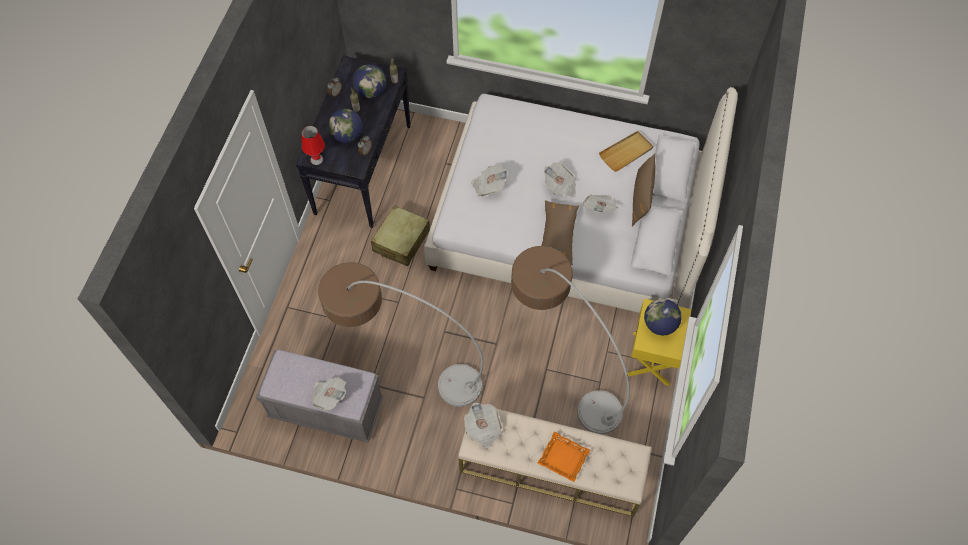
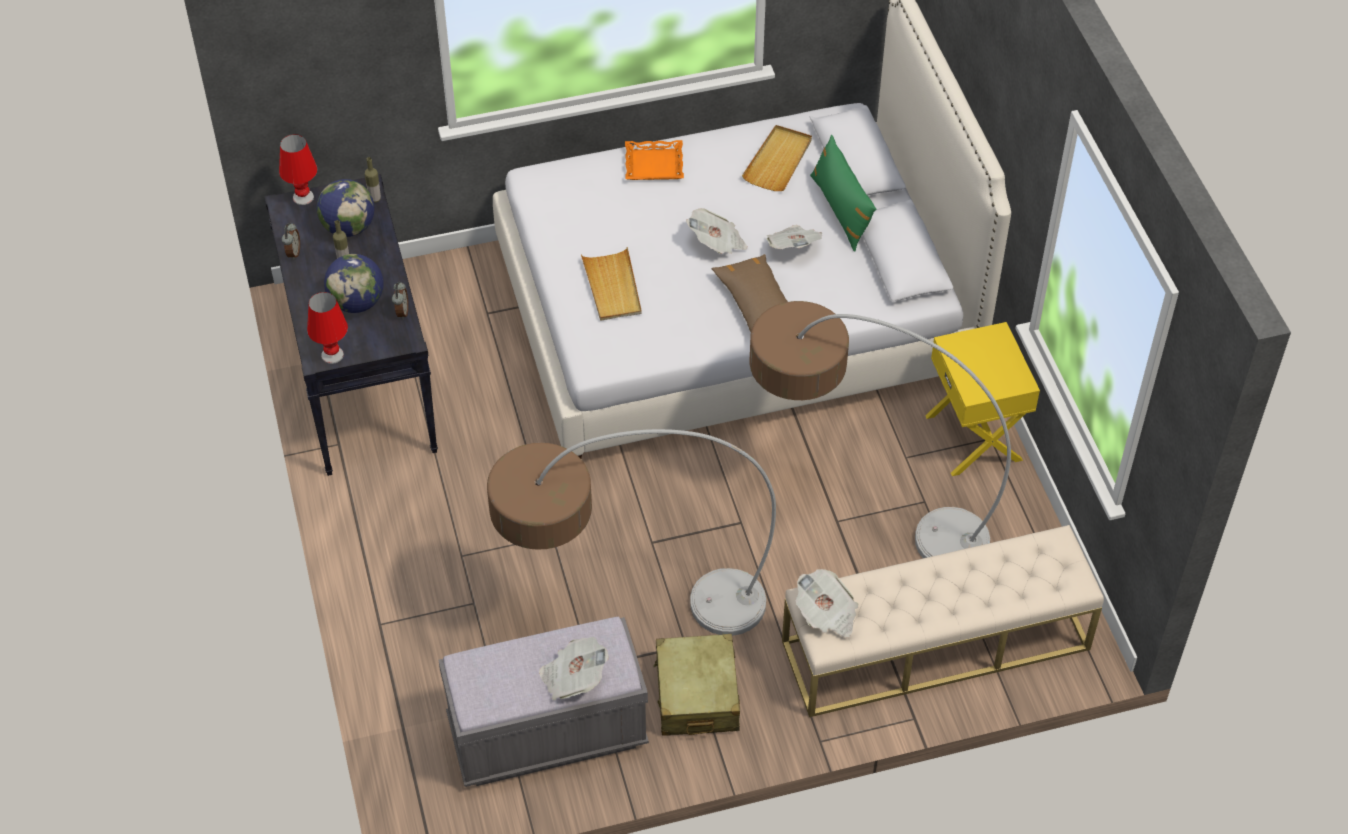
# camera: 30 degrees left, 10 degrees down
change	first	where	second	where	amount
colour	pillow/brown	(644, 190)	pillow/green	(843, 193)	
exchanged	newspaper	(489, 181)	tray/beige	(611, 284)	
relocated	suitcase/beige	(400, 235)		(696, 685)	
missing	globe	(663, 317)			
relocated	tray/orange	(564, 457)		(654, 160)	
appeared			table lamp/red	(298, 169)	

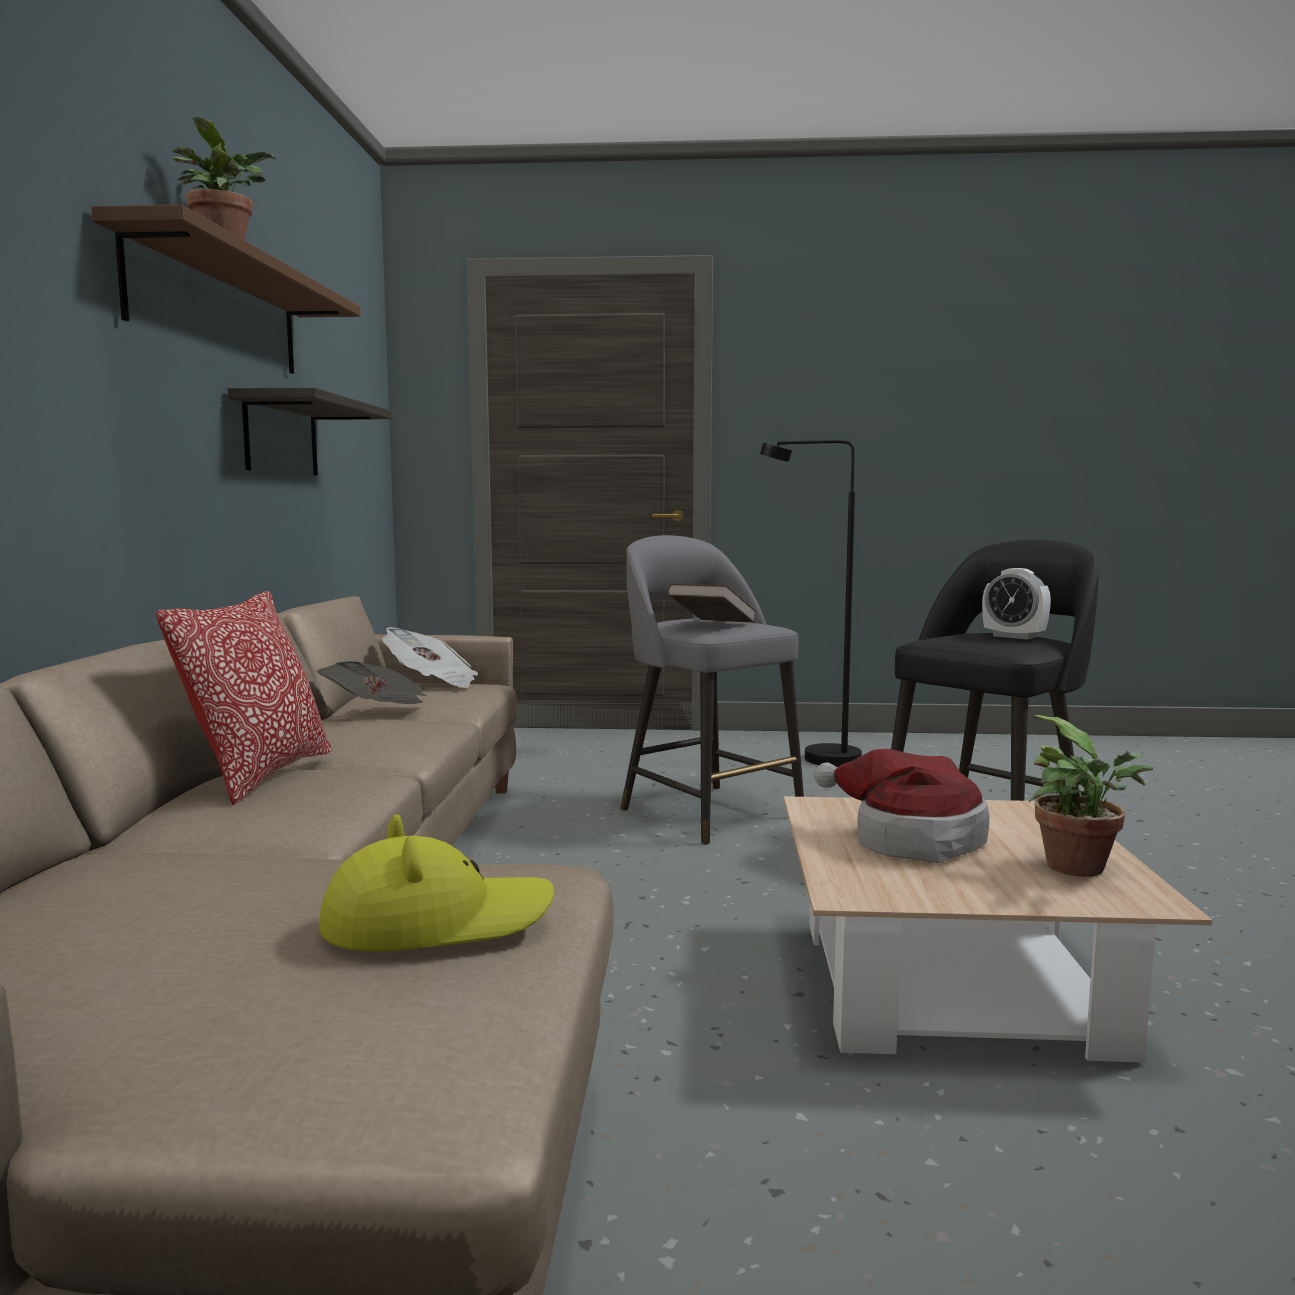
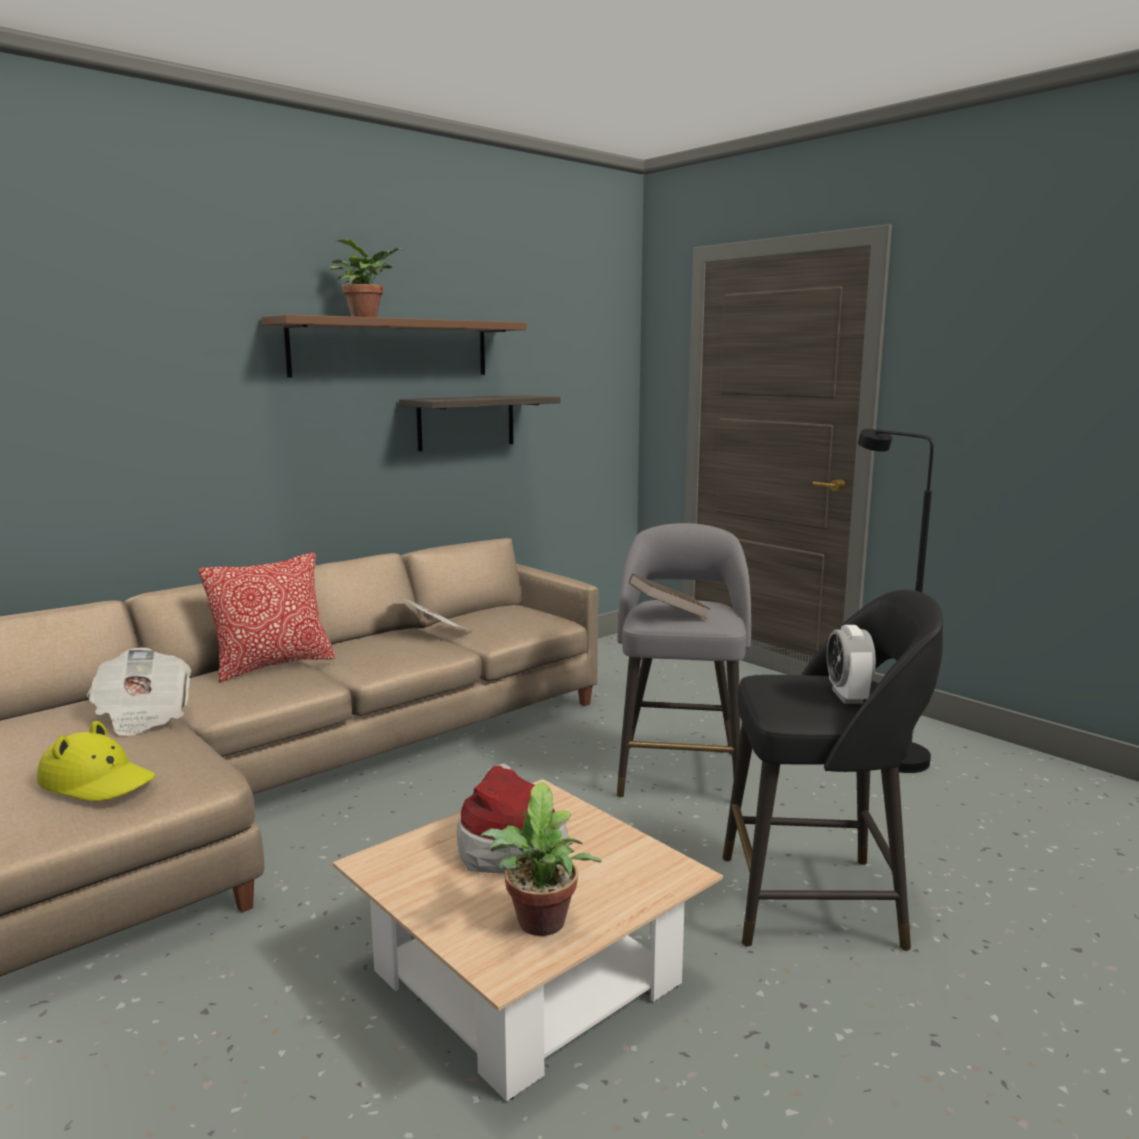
# camera: 45 degrees right, 5 degrees up
change	first	where	second	where	amount
relocated	newspaper	(430, 657)		(139, 691)	

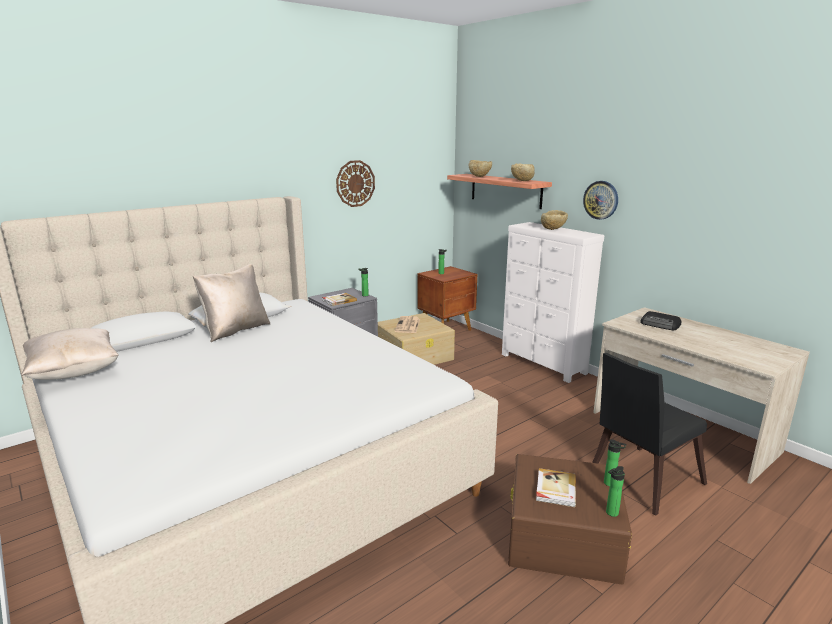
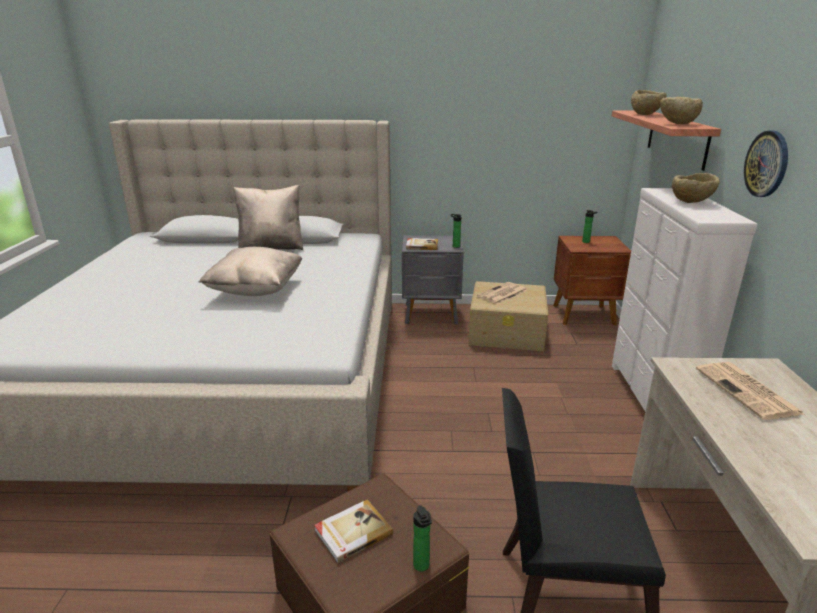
# camera: 40 degrees right, 5 degrees up
change	first	where	second	where	amount
missing	wall clock	(355, 183)			
exchanged	radio	(660, 320)	newspaper	(750, 391)	
relocated	pillow/beige	(70, 354)		(250, 271)	
missing	bottle	(615, 491)			

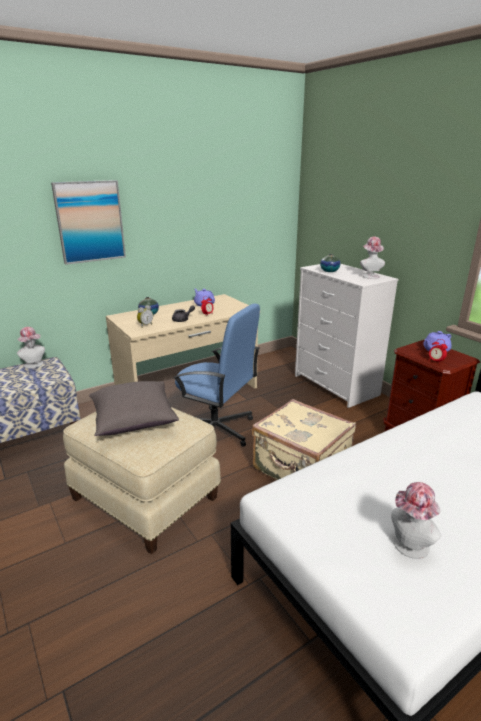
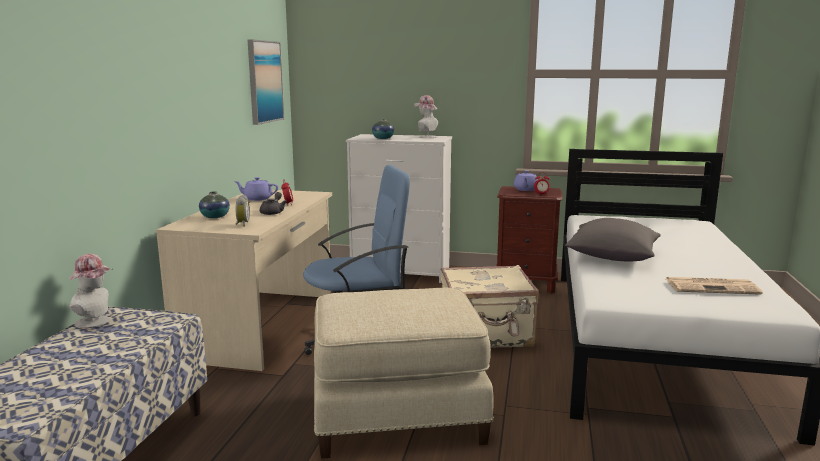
# camera: 45 degrees left, 10 degrees down
change	first	where	second	where	amount
relocated	picture	(88, 222)		(265, 82)	
relocated	pillow/grey	(134, 408)		(613, 239)	
exchanged	hat	(416, 520)	newspaper	(714, 286)	

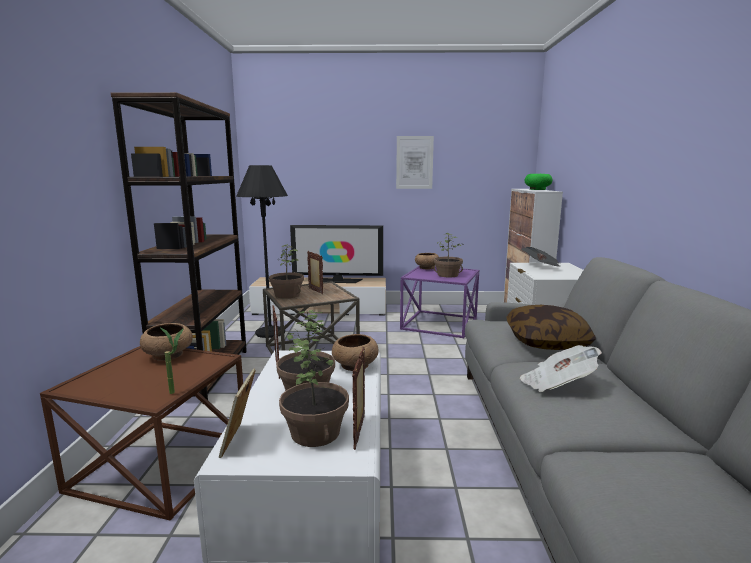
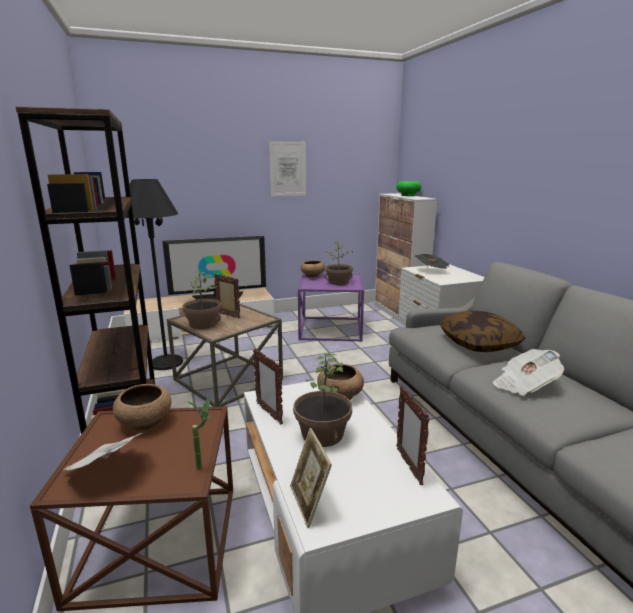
# camera: 20 degrees left, 5 degrees up
change	first	where	second	where	amount
missing	potted plant	(314, 393)			
appeared			newspaper	(103, 451)	

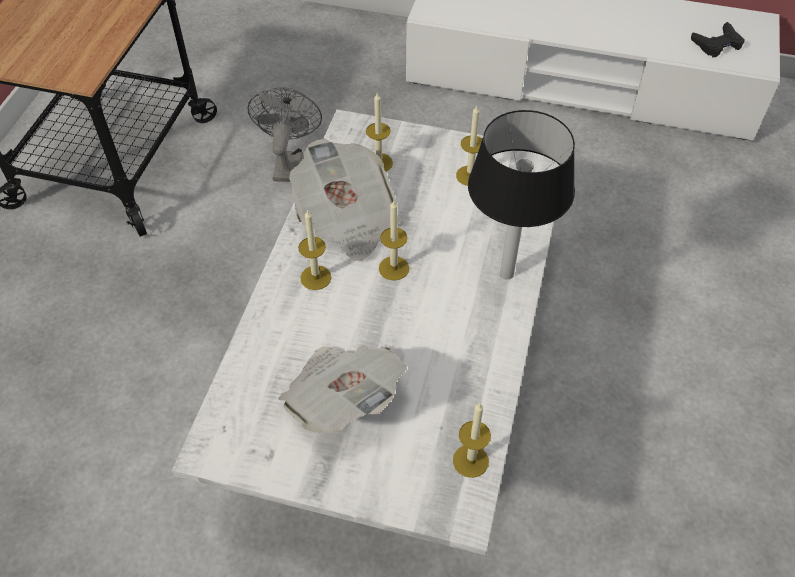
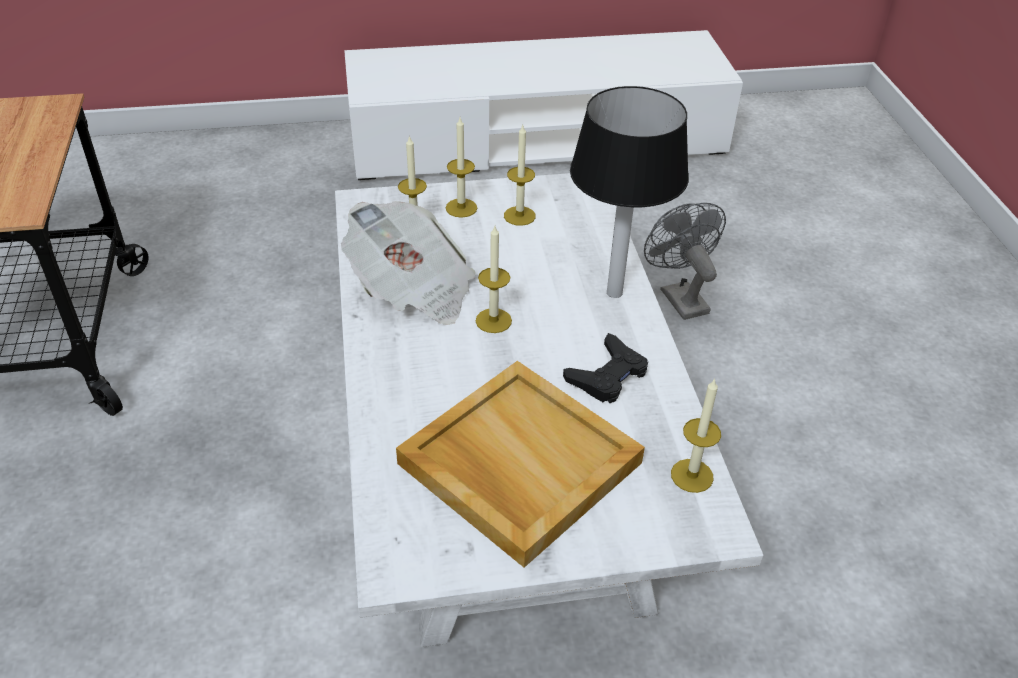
# camera: 25 degrees left, 10 degrees down
change	first	where	second	where	amount
relocated	game controller/black	(718, 39)		(605, 368)	
relocated	fan/grey	(284, 134)		(685, 261)	
relocated	candle	(314, 249)		(461, 168)	
exchanged	newspaper	(342, 389)	tray/beige	(520, 464)	

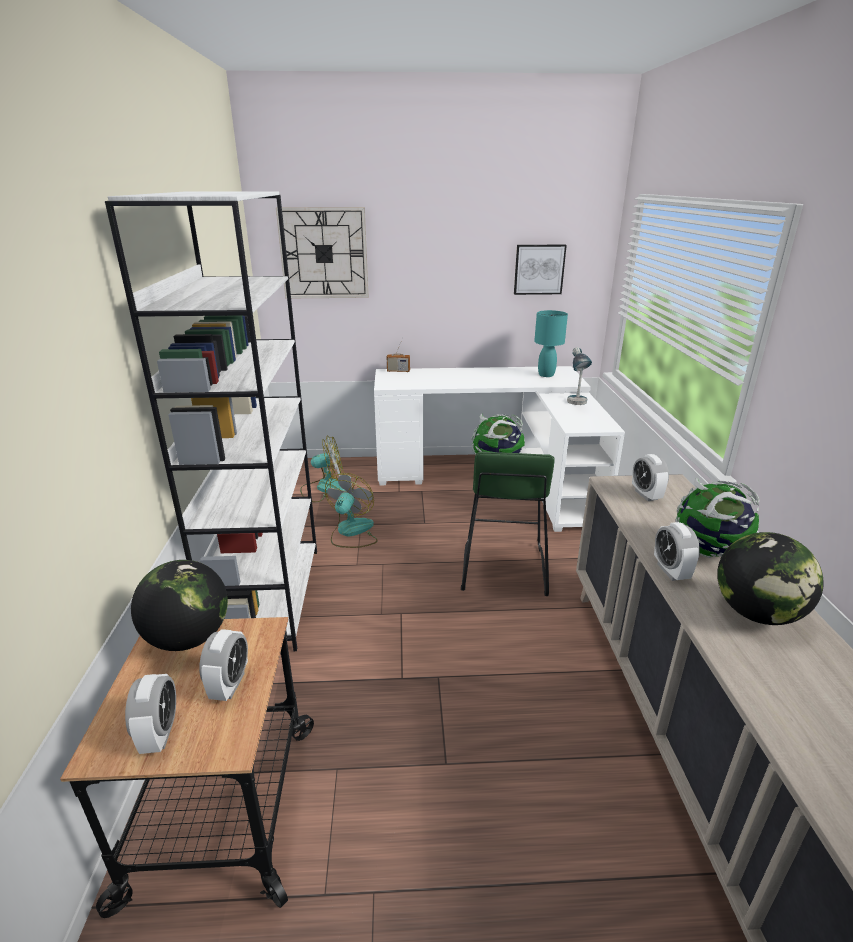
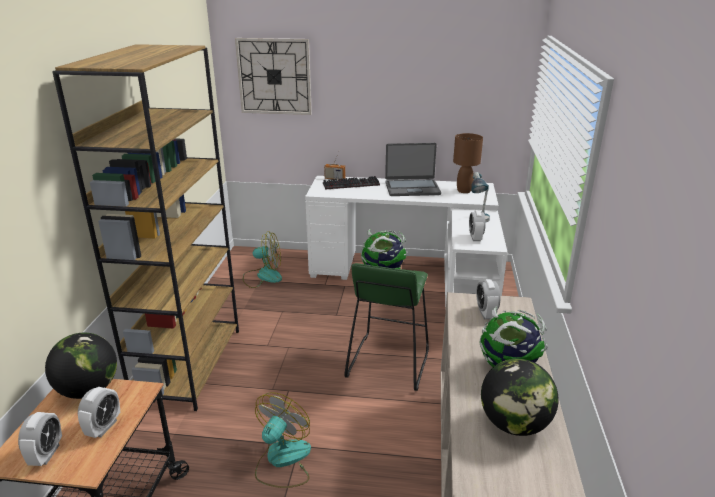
# camera: 10 degrees right, 0 degrees up
change	first	where	second	where	amount
colour	bookcase/white	(211, 421)	bookcase/brown	(145, 227)	
missing	picture	(540, 270)			
colour	table lamp/turquoise	(551, 343)	table lamp/brown	(468, 163)	
relocated	fan	(351, 510)		(283, 440)	
relocated	alarm clock	(677, 551)		(477, 225)	
appeared			laptop	(413, 169)	
appeared			keyboard	(351, 183)	

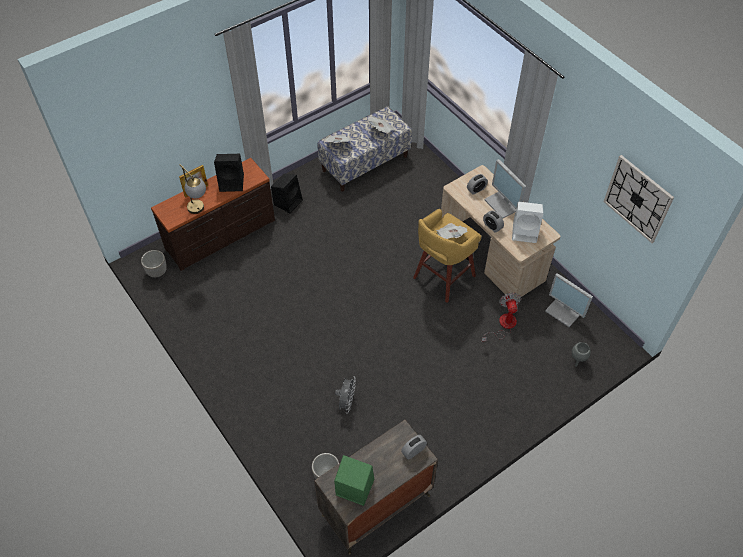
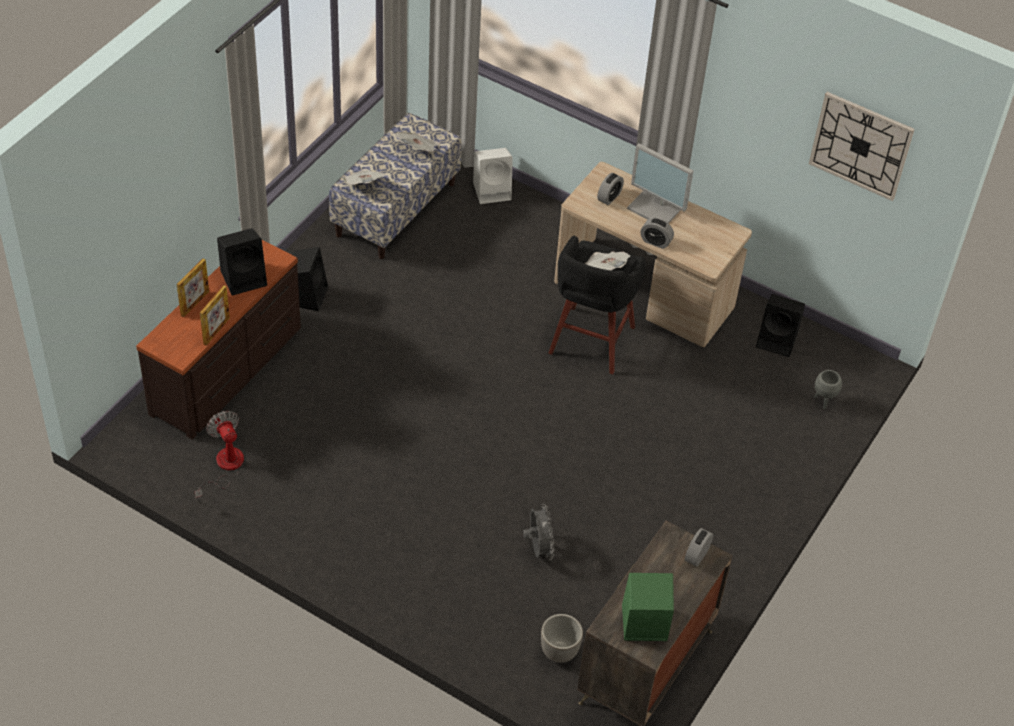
# camera: 25 degrees left, 5 degrees down
change	first	where	second	where	amount
exchanged	table lamp	(193, 189)	picture frame	(215, 315)	
relocated	speaker/white	(527, 222)		(493, 176)	
colour	stool/yellow	(447, 256)	stool/black	(596, 304)	
missing	planter	(154, 263)			
exchanged	monitor	(569, 300)	speaker/black	(780, 325)	
relocated	fan	(501, 317)		(219, 456)	

